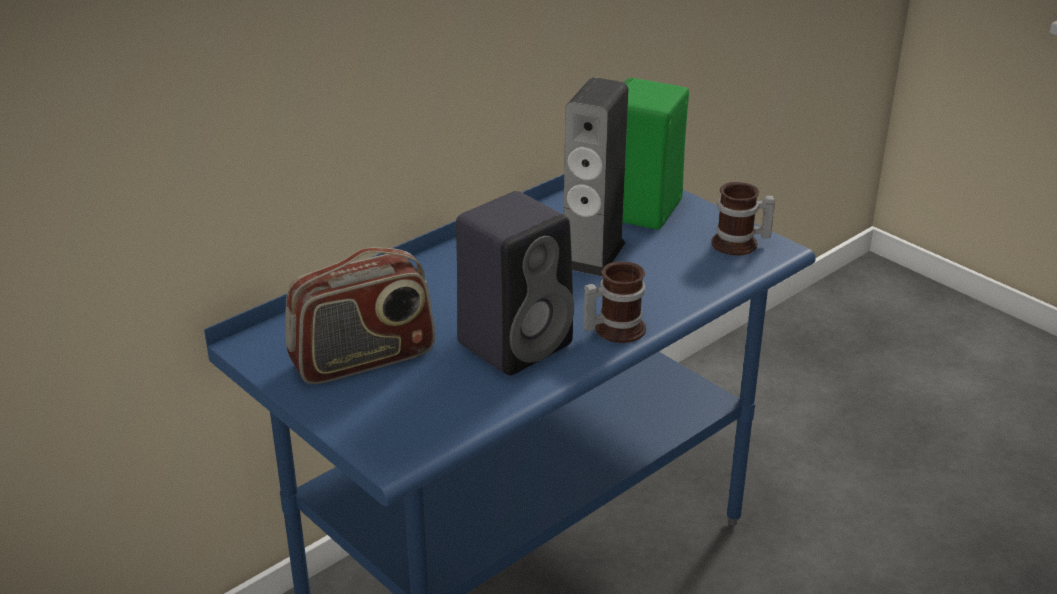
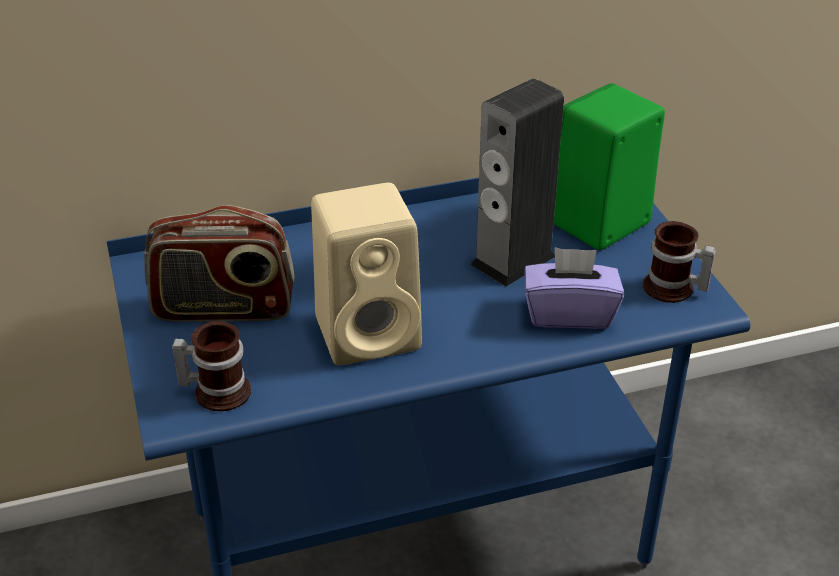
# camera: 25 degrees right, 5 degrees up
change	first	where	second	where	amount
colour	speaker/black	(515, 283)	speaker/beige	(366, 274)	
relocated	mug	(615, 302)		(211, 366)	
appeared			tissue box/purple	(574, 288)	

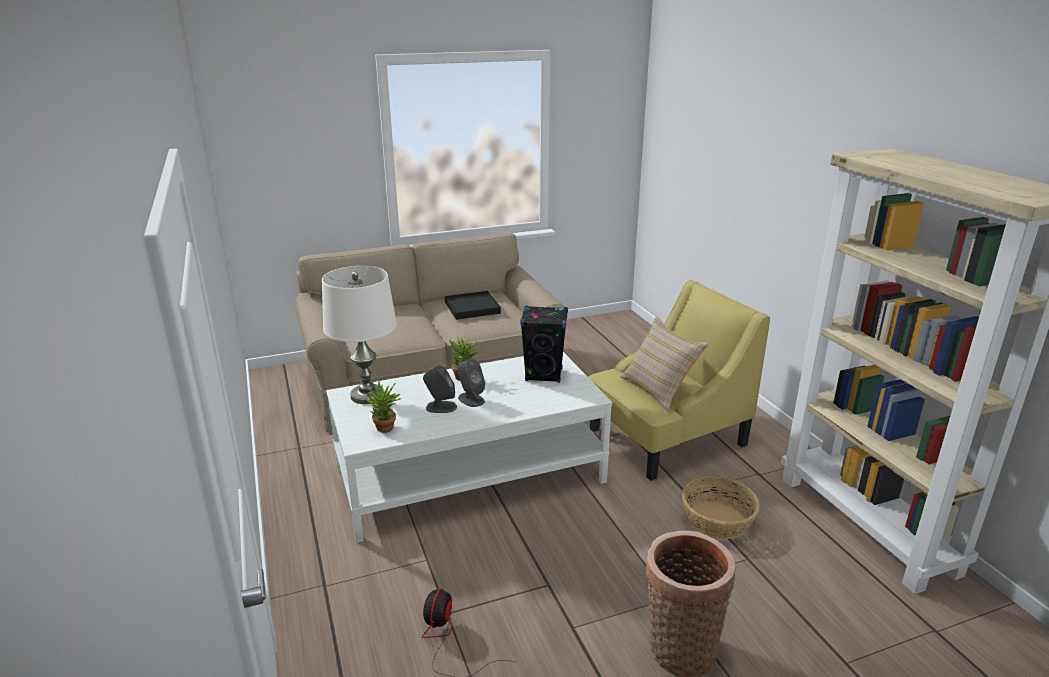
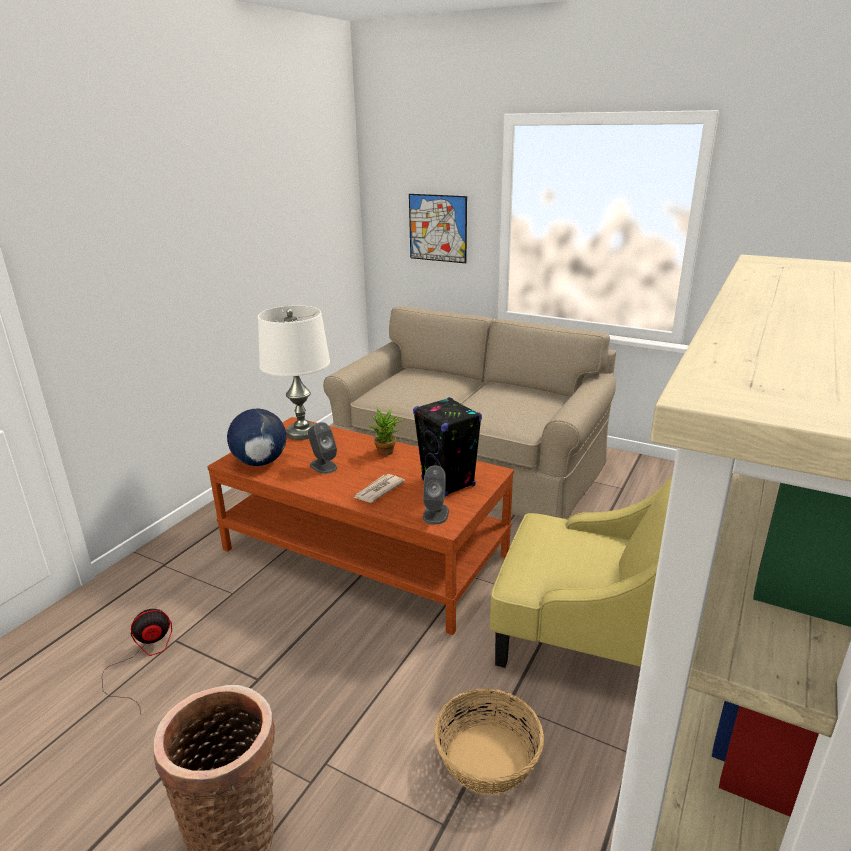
# camera: 50 degrees right, 0 degrees up
change	first	where	second	where	amount
missing	tray/black	(473, 305)			
missing	pillow/beige	(664, 363)			
colour	coffee table/white	(469, 447)	coffee table/brown	(360, 526)	
relocated	speaker/grey	(471, 382)		(436, 495)	
exchanged	potted plant	(383, 407)	globe	(256, 437)	
appeared			picture	(438, 228)	
appeared			newspaper	(379, 488)	

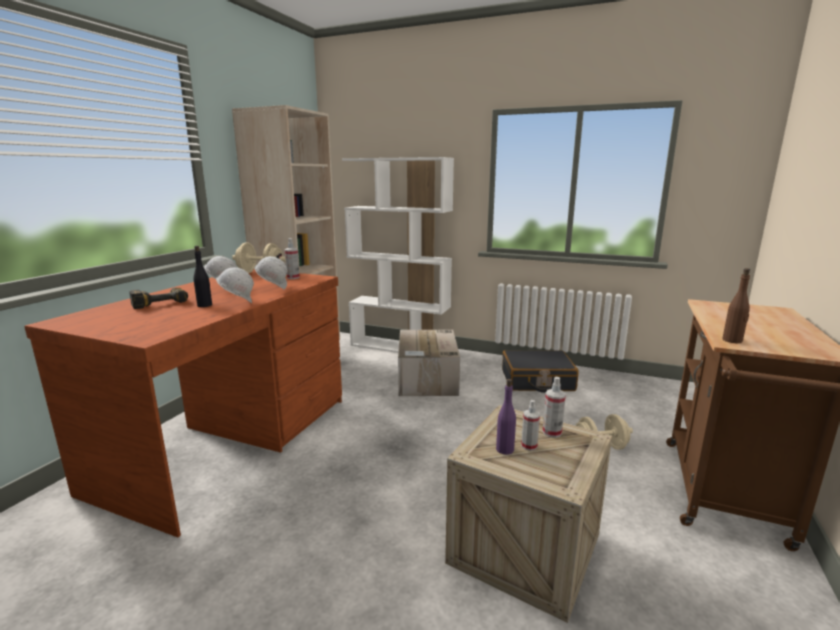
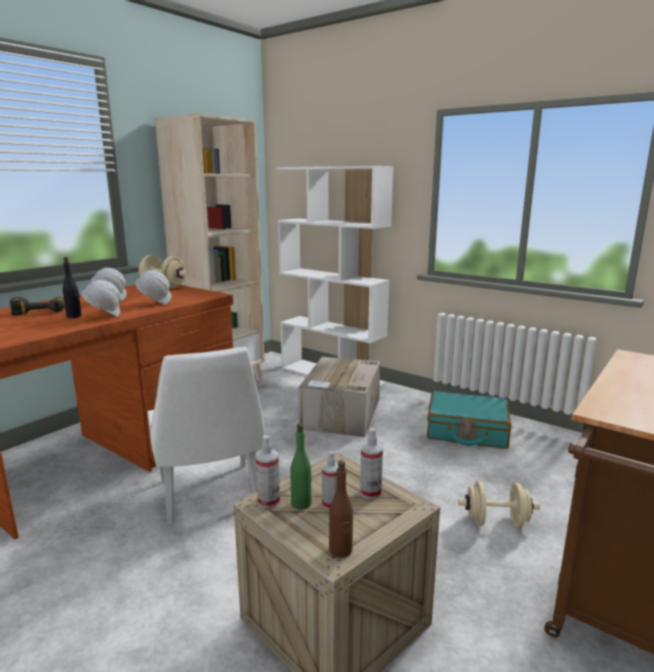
# camera: 15 degrees right, 0 degrees up
change	first	where	second	where	amount
relocated	spray bottle	(292, 258)		(268, 471)	
relocated	bottle/brown	(736, 305)		(341, 509)	
colour	suitcase/black	(540, 371)	suitcase/turquoise	(469, 420)	
colour	bottle/purple	(506, 417)	bottle/green	(300, 467)	
appeared			chair/white	(205, 436)	

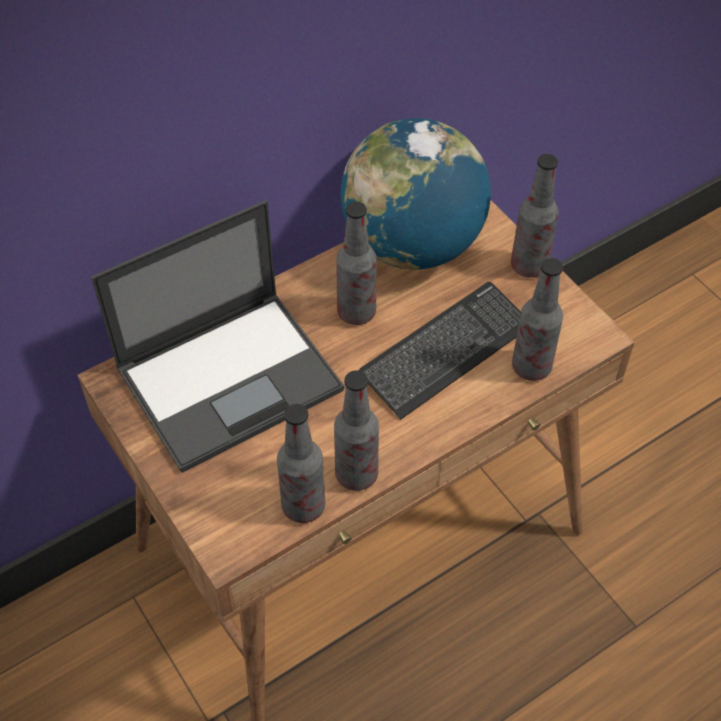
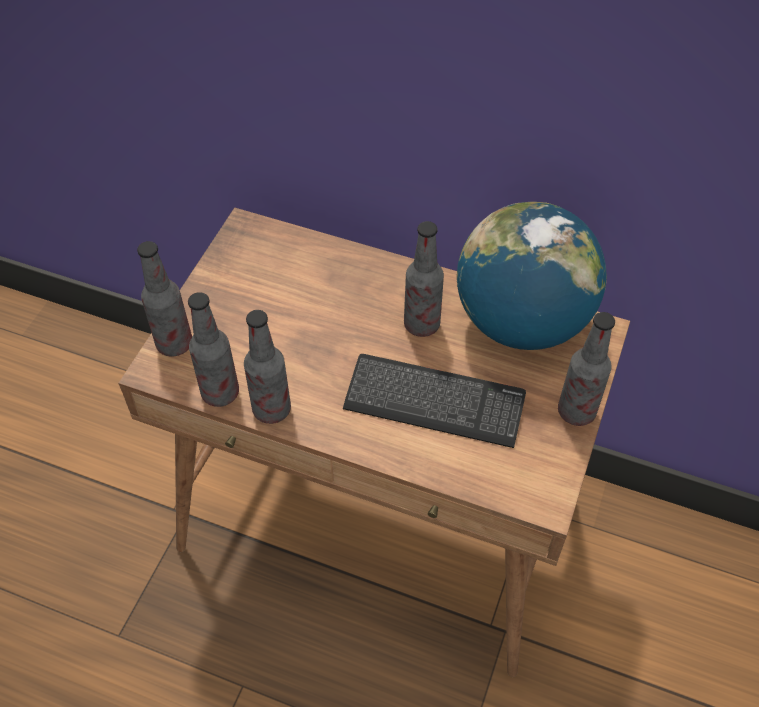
# camera: 55 degrees right, 0 degrees up
change	first	where	second	where	amount
missing	laptop	(217, 336)			
relocated	bottle	(537, 319)		(164, 299)	

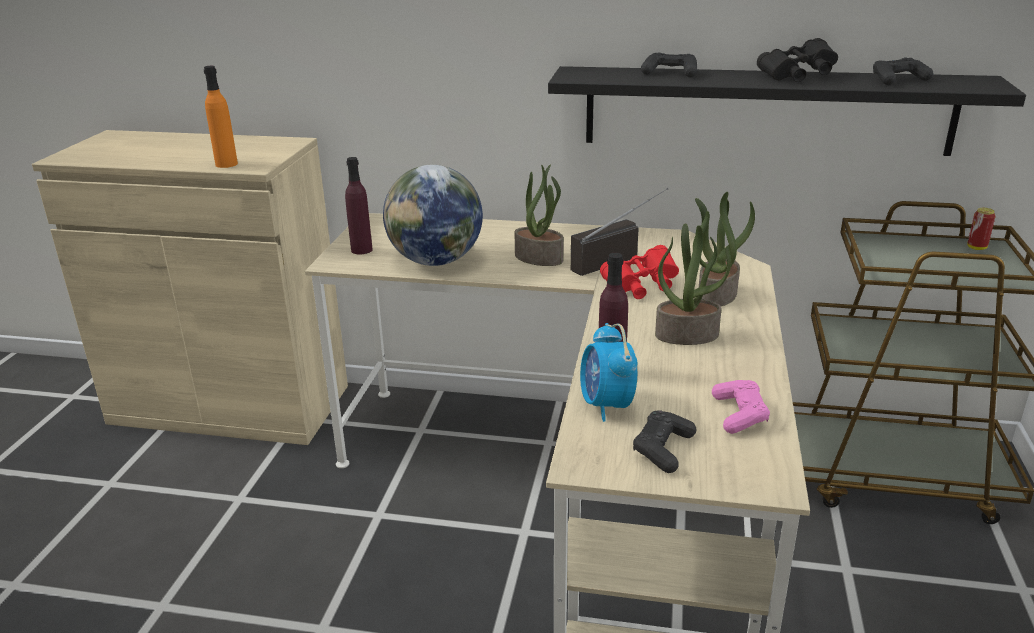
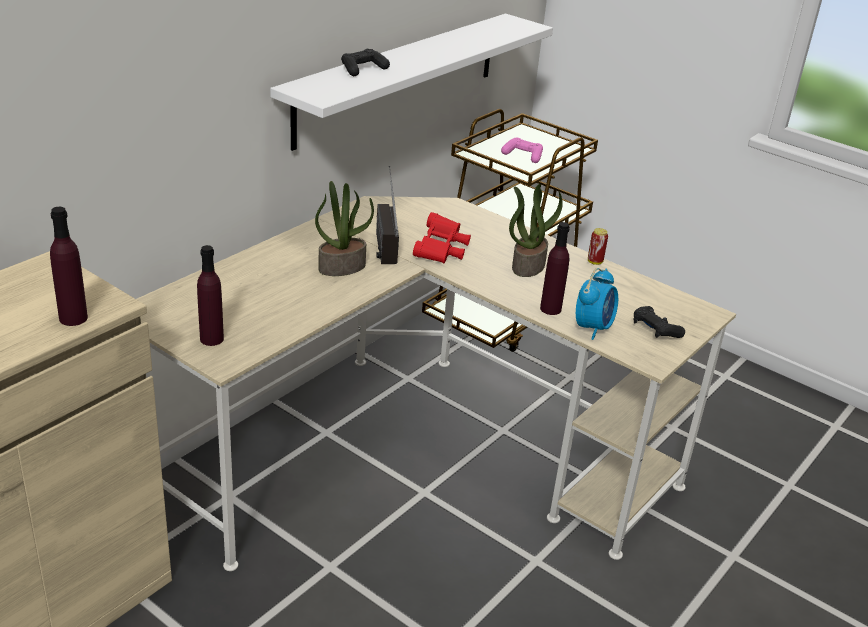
# camera: 65 degrees left, 5 degrees up
change	first	where	second	where	amount
missing	binoculars/black	(797, 60)			
missing	game controller/black	(903, 71)			
colour	bottle/orange	(221, 117)	bottle/purple	(69, 266)	
colour	shelf/black	(787, 111)	shelf/white	(411, 82)	
missing	globe	(433, 215)			
missing	potted plant	(724, 249)			
relocated	can	(981, 229)		(598, 246)	
spun	alarm clock	(608, 372)		(597, 304)	75 degrees counterclockwise
relocated	game controller/pink	(741, 407)		(522, 150)	

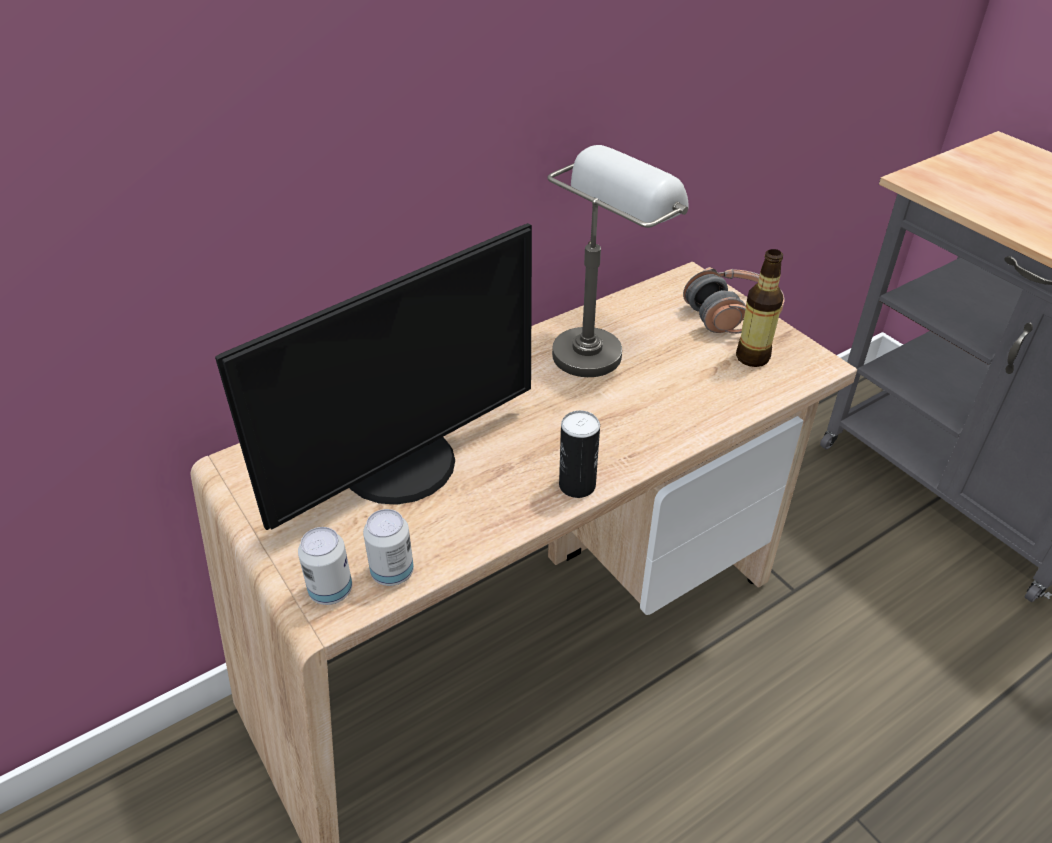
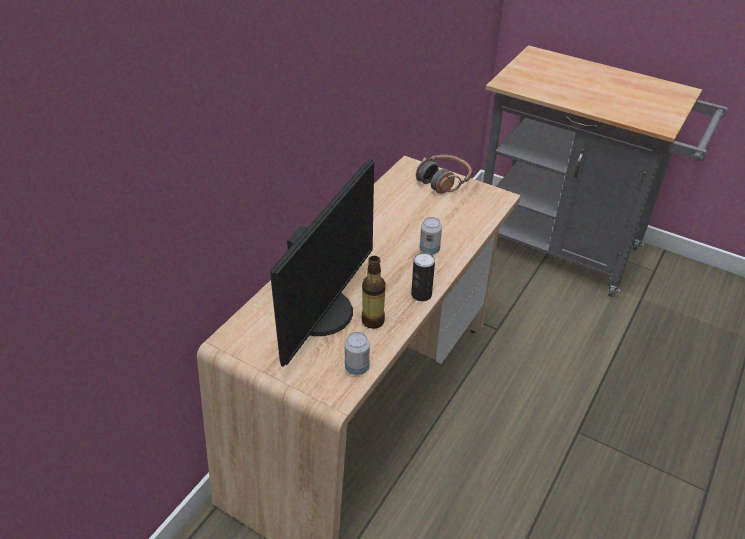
# camera: 25 degrees left, 0 degrees up
change	first	where	second	where	amount
missing	table lamp/grey	(618, 261)			
relocated	bottle	(759, 308)		(374, 292)	
relocated	can	(325, 566)		(430, 236)	

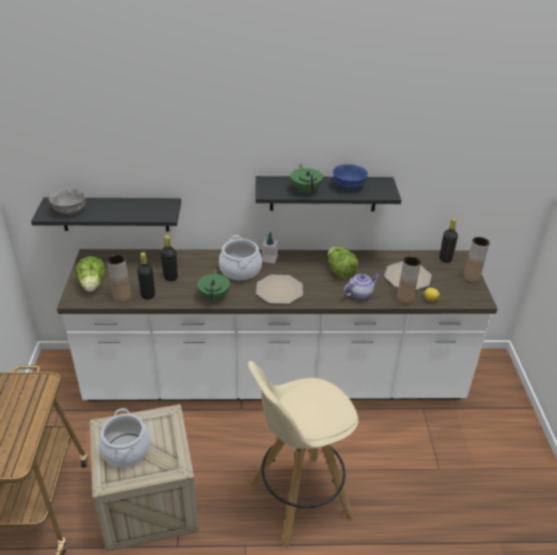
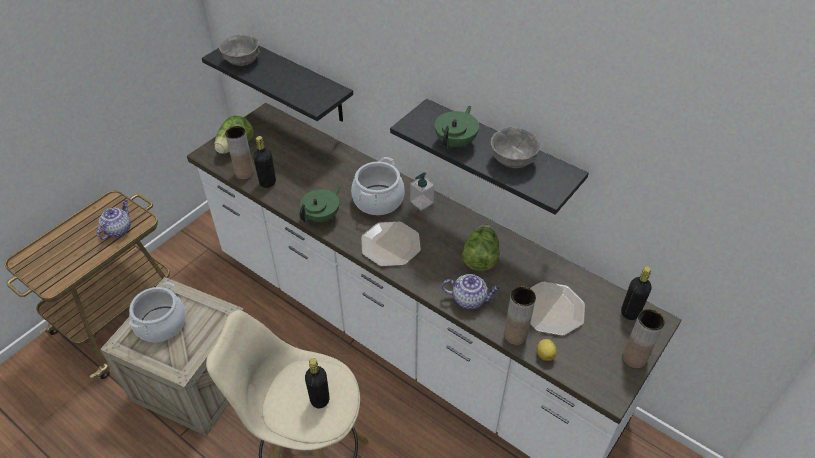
# camera: 40 degrees right, 10 degrees up
change	first	where	second	where	amount
colour	bowl/blue	(350, 177)	bowl/grey	(515, 147)	
relocated	bottle/black	(169, 258)		(317, 383)	
appeared			teapot	(114, 220)	

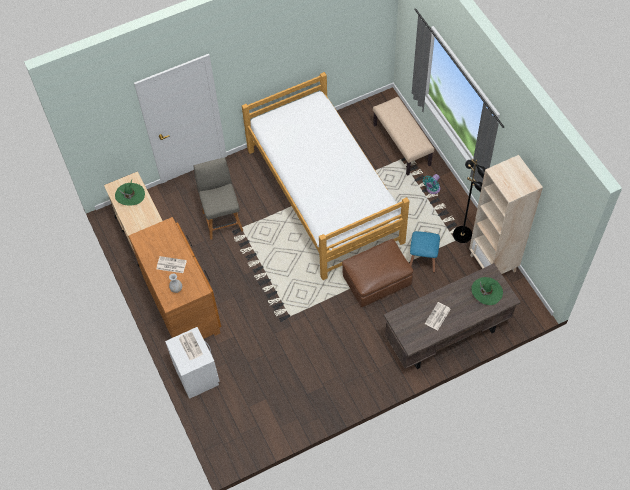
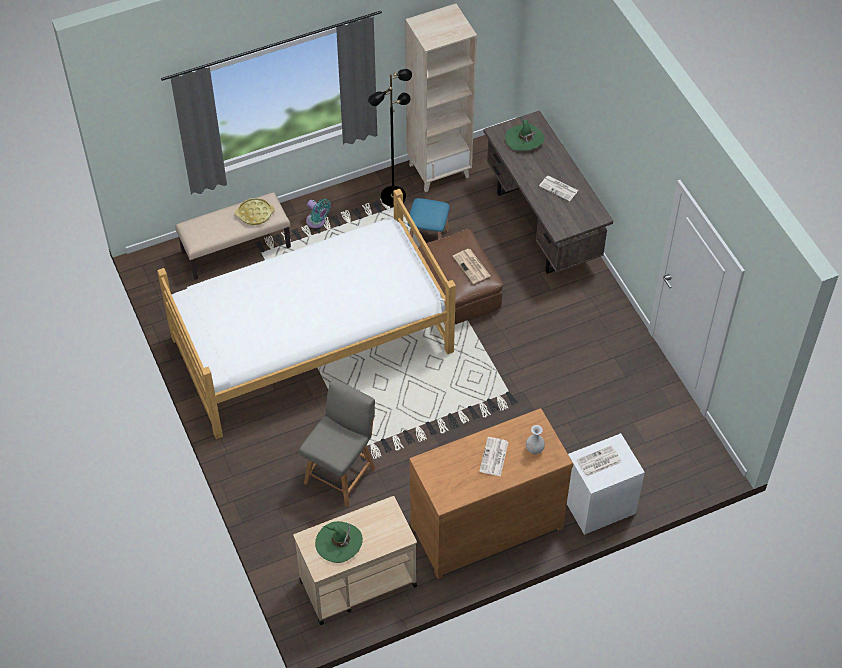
# camera: 90 degrees left, 5 degrees down
change	first	where	second	where	amount
spun	chair/grey	(218, 198)		(337, 442)	135 degrees clockwise
appeared			tray/yellow	(255, 211)	
appeared			newspaper	(471, 266)	

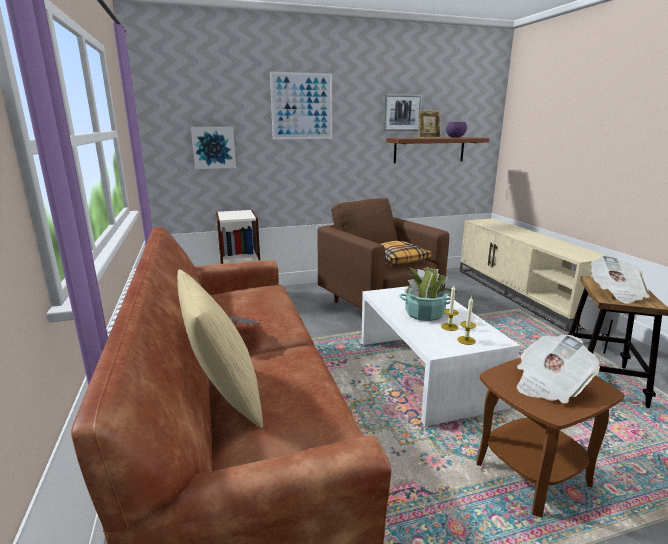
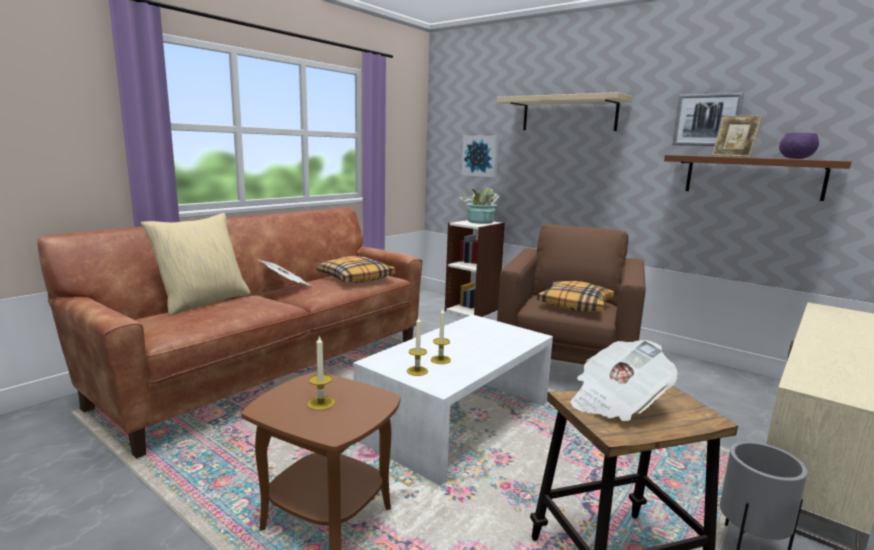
# camera: 55 degrees right, 5 degrees down
change	first	where	second	where	amount
exchanged	picture	(301, 105)	shelf/beige	(565, 111)	
relocated	potted plant	(429, 294)		(479, 205)	
exchanged	newspaper	(558, 369)	candle	(321, 373)	
appeared			pillow	(356, 269)	

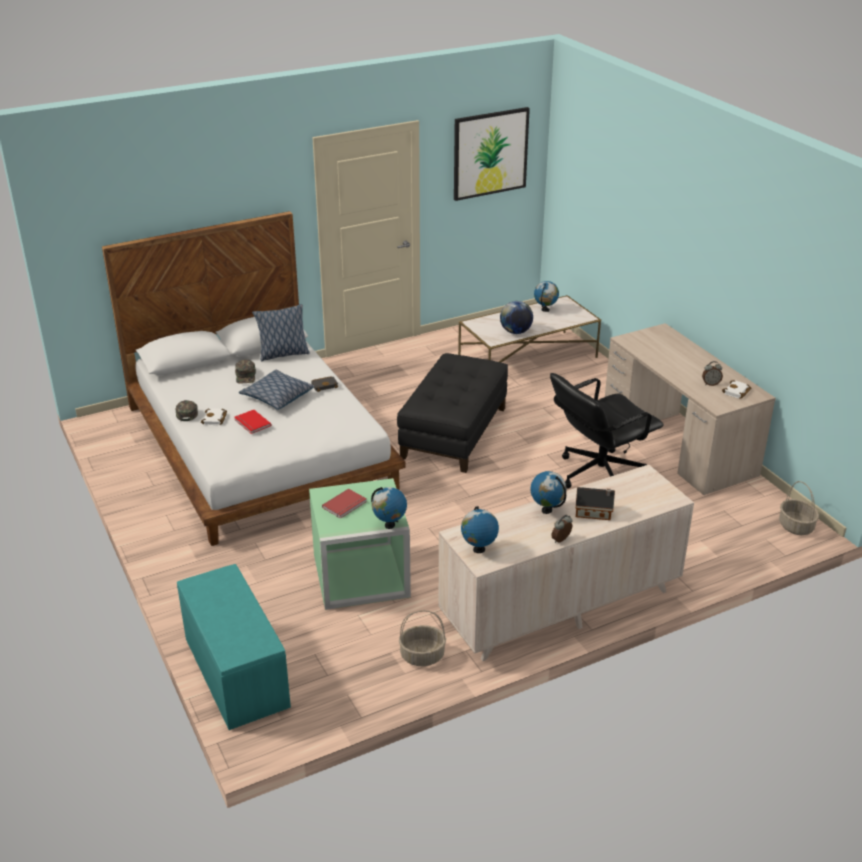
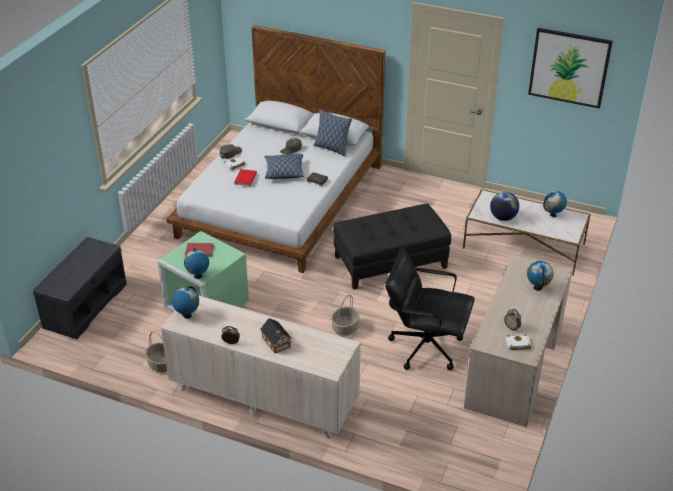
# camera: 50 degrees right, 5 degrees up
change	first	where	second	where	amount
relocated	globe	(548, 492)		(540, 276)	
relocated	basket	(799, 508)		(345, 315)	
colour	bench/turquoise	(234, 647)	bench/grey	(80, 288)	

